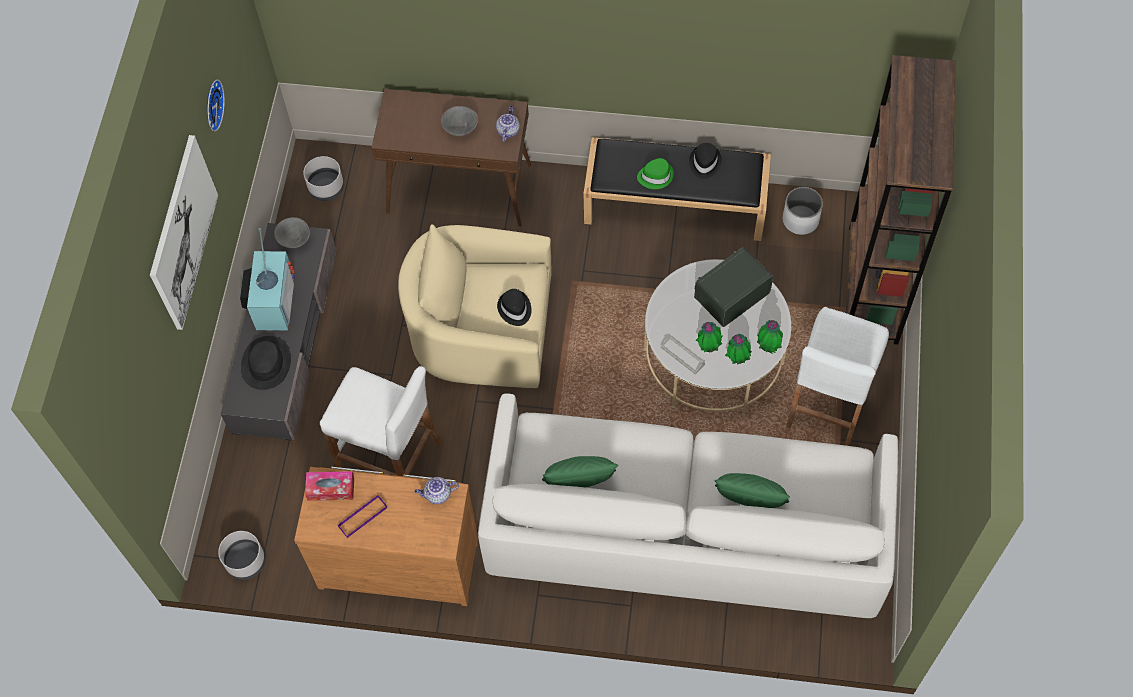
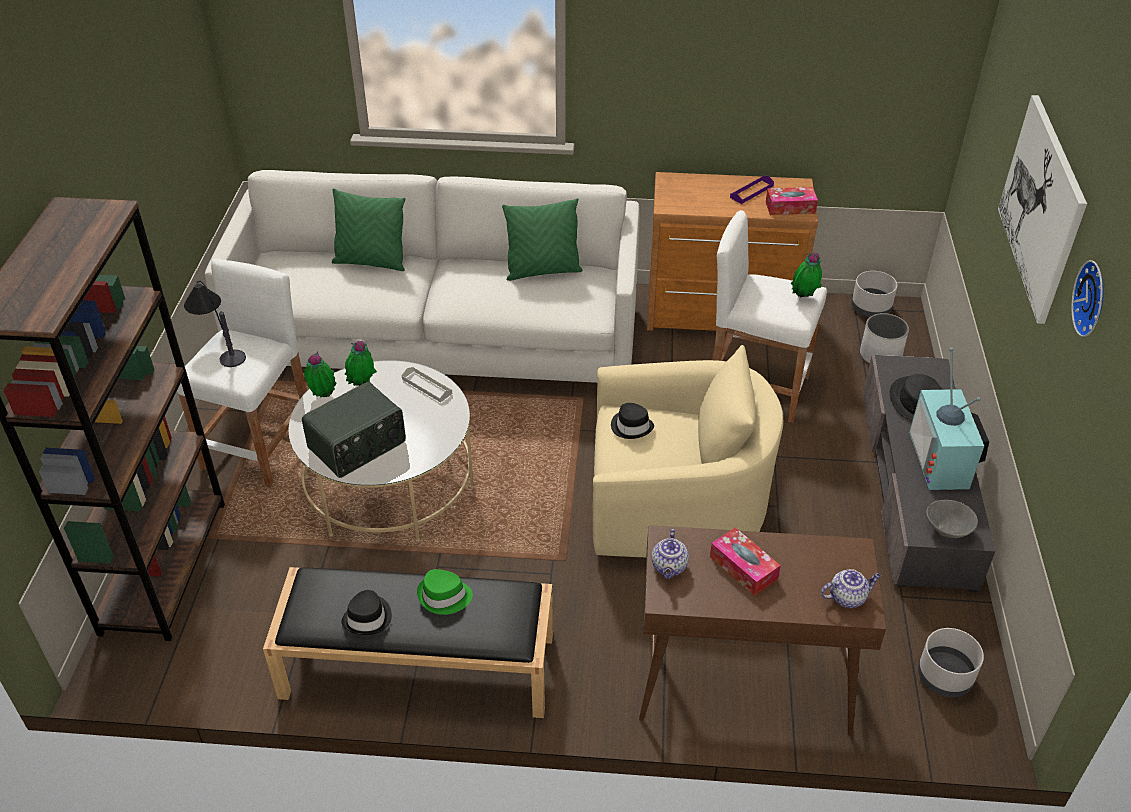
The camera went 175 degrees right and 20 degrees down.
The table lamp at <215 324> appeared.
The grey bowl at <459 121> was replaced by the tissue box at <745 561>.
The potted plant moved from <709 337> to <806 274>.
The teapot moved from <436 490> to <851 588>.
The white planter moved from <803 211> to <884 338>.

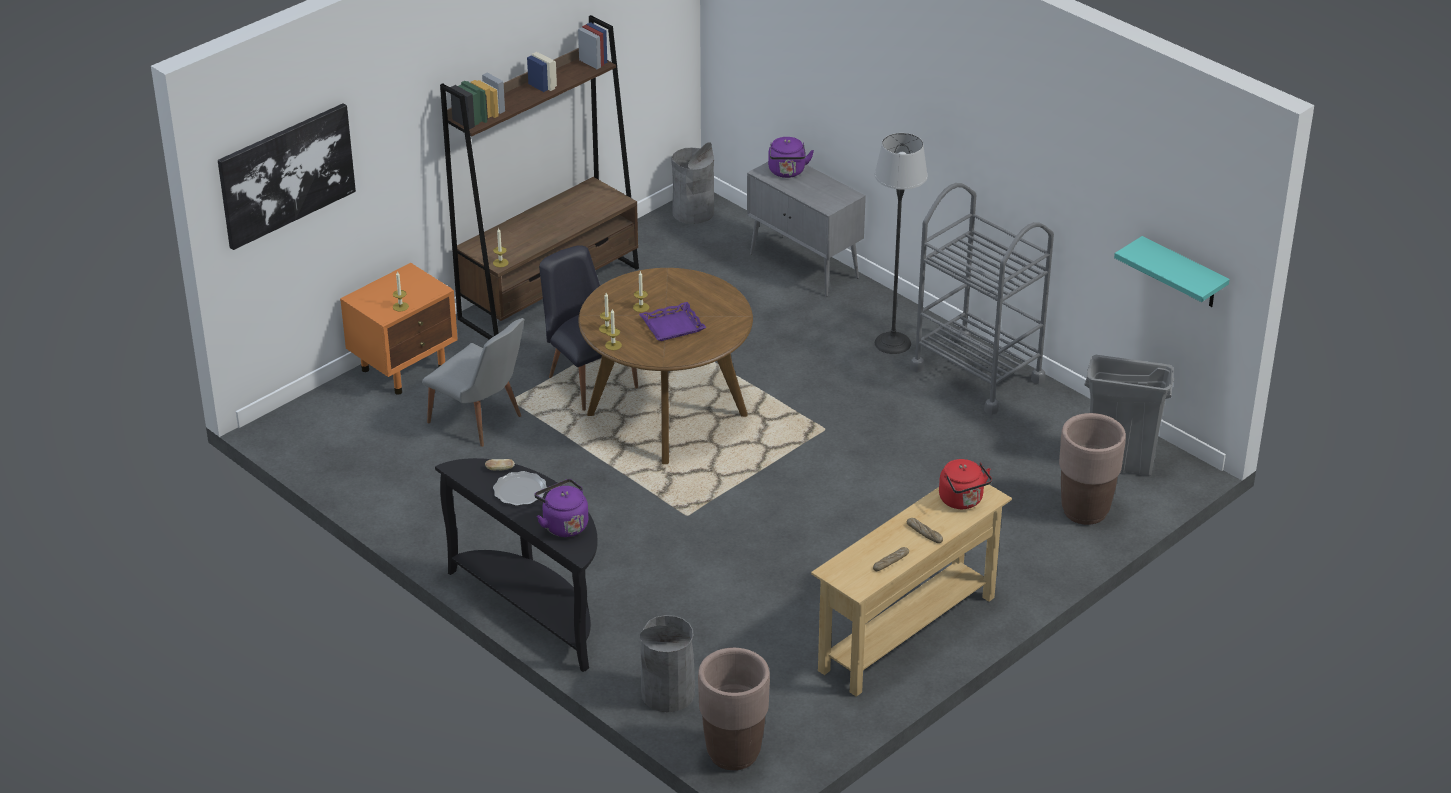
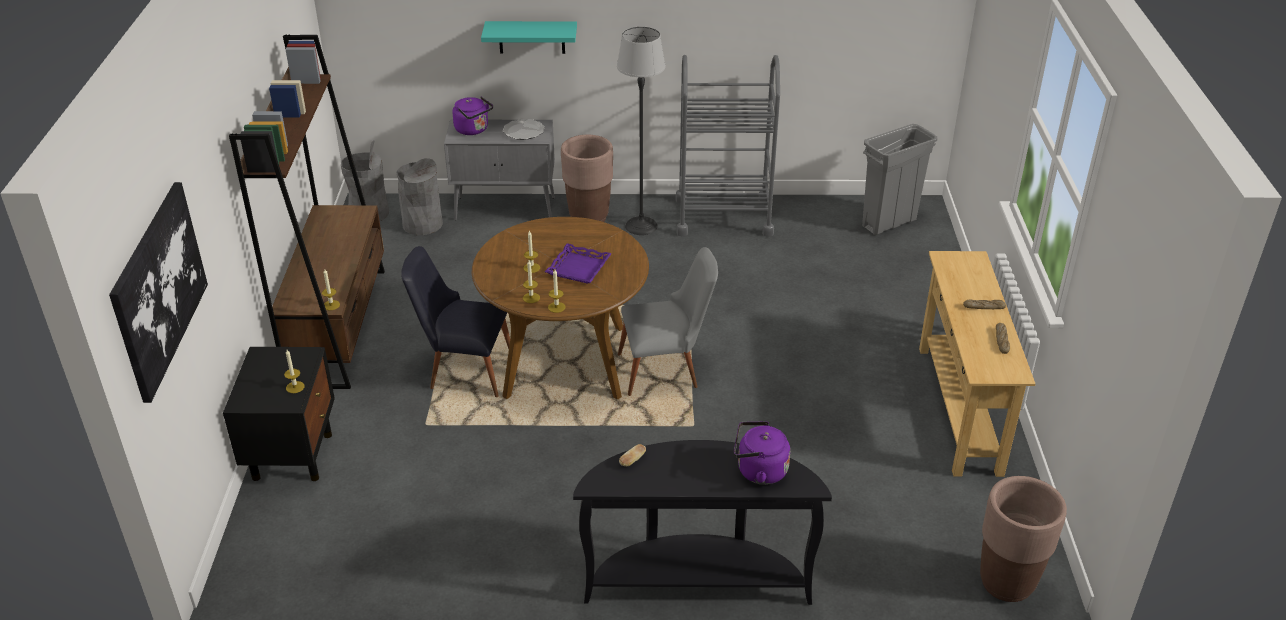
The camera went 45 degrees left and 0 degrees up.
The orange nightstand at <399 329> became the black nightstand at <279 414>.
The grey trash can moved from <667 663> to <419 196>.
The turquoise shelf moved from <1172 271> to <529 37>.
The plate moved from <520 488> to <524 129>.
The brown planter moved from <1092 469> to <587 178>.
The grey chair moved from <473 382> to <668 321>.
The red kettle at <965 484> disappeared.

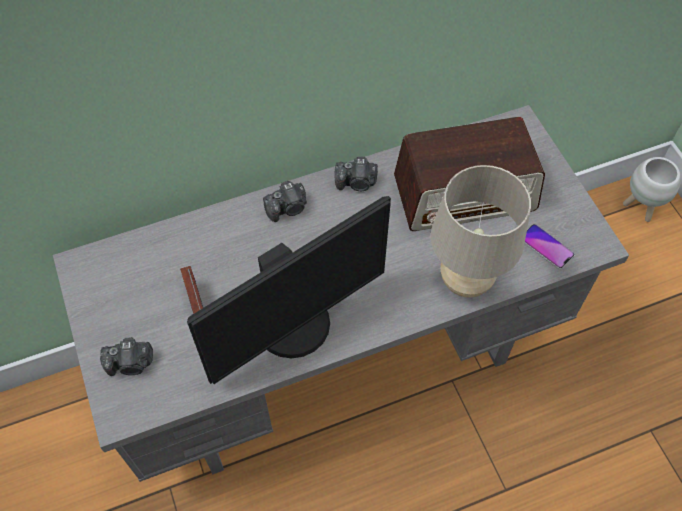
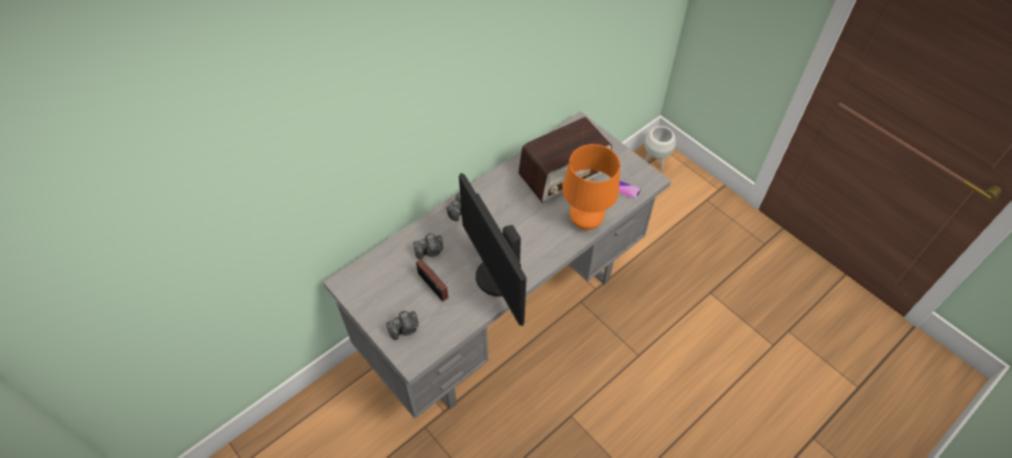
The camera went 20 degrees left and 5 degrees down.
The photo camera moved from <356 173> to <428 246>.
The monitor at <289 290> turned 120 degrees clockwise.
The beige table lamp at <481 231> became the orange table lamp at <591 187>.

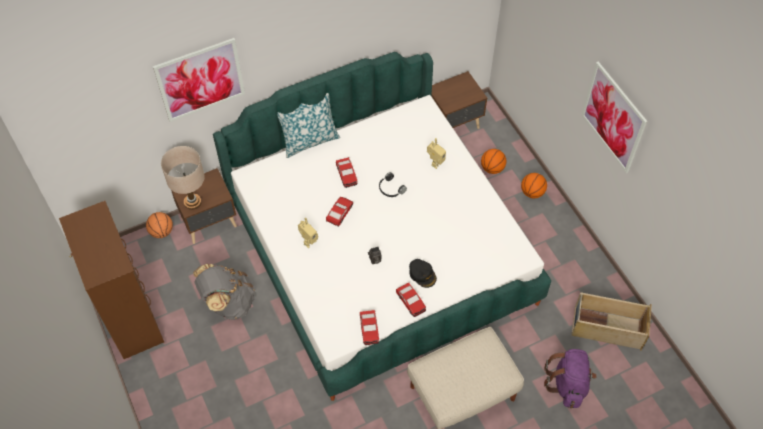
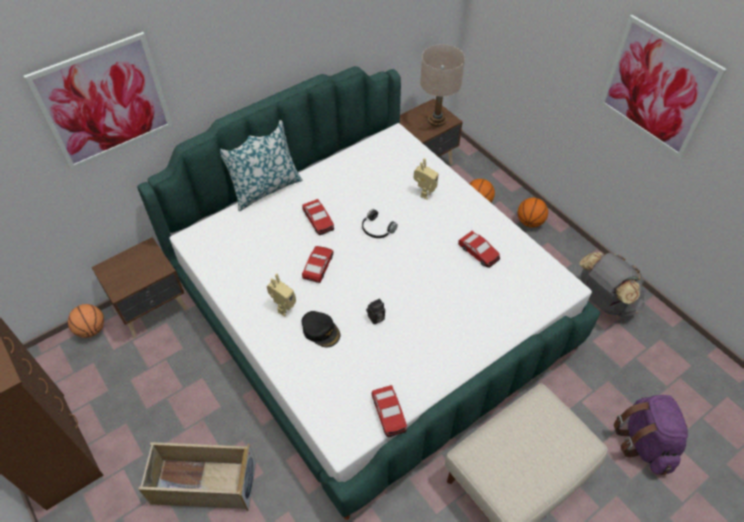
The camera went 10 degrees left and 5 degrees down.
The beige storage box moved from <611 321> to <197 476>.
The black cap moved from <423 273> to <321 329>.
The beige table lamp moved from <183 178> to <442 85>.
The toy car moved from <411 300> to <479 249>.
The grey backpack moved from <224 292> to <612 284>.

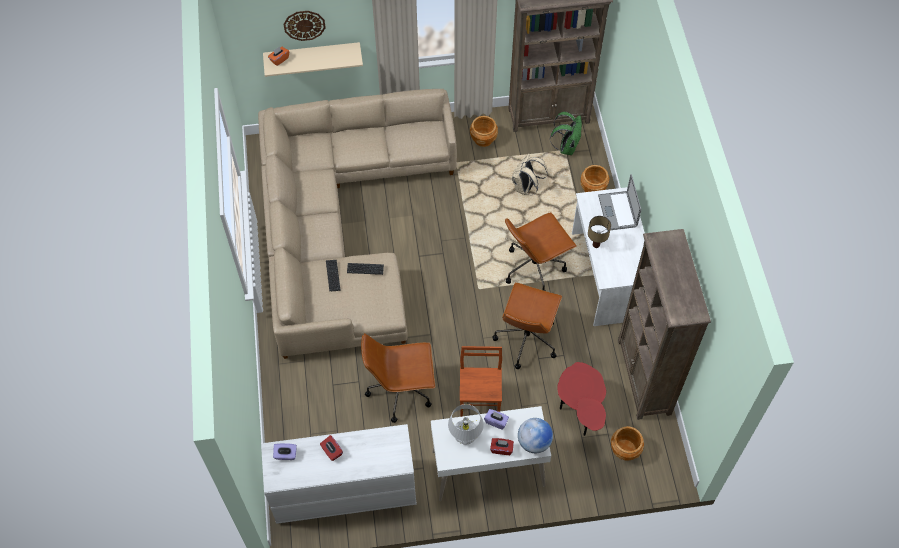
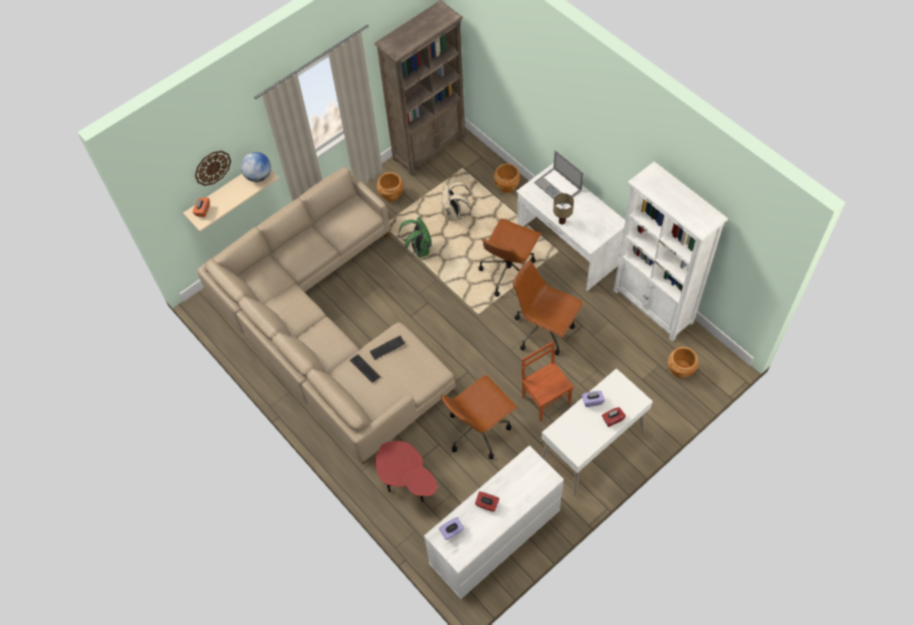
The camera went 30 degrees left and 0 degrees up.
The globe moved from <535 435> to <256 167>.
The red side table moved from <581 399> to <406 471>.
The green backpack moved from <566 133> to <415 237>.
The brown office chair at <527 325> turned 135 degrees clockwise.
The brown bookcase at <664 324> became the white bookcase at <670 251>.
The white table lamp at <466 424> disappeared.

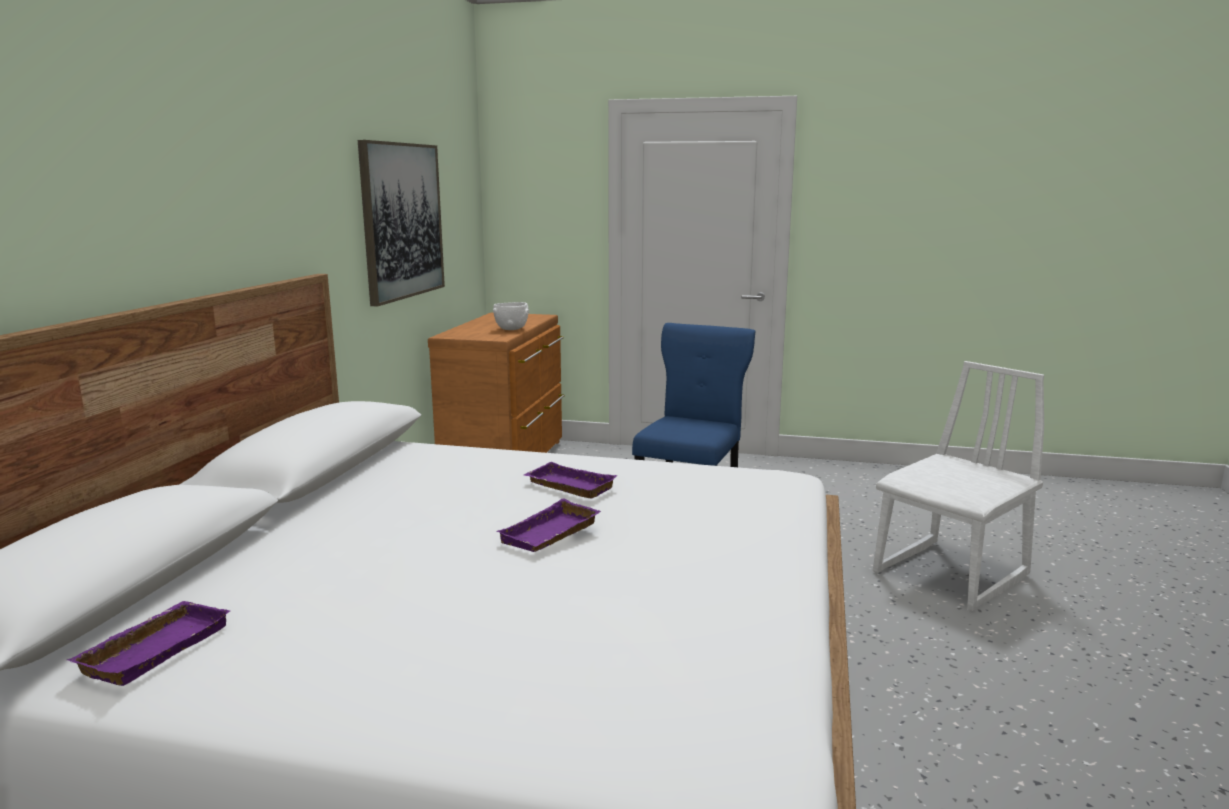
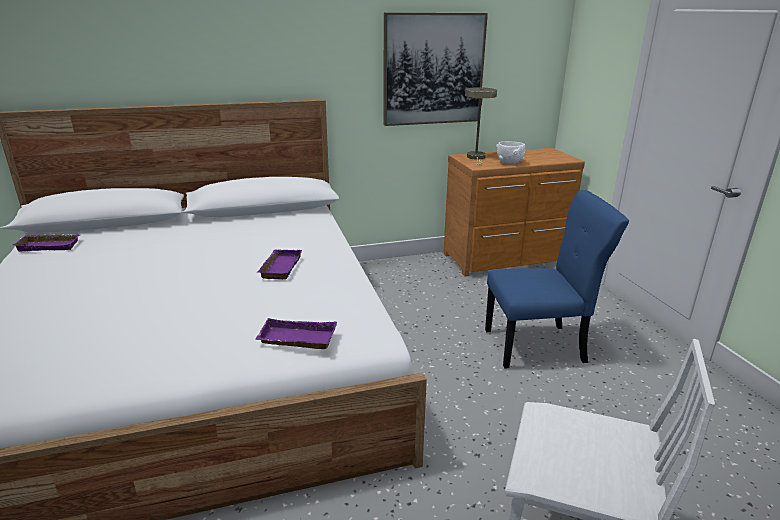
The camera went 60 degrees right and 10 degrees up.
The purple tray moved from <548 525> to <296 333>.
The beige table lamp at <481 126> appeared.

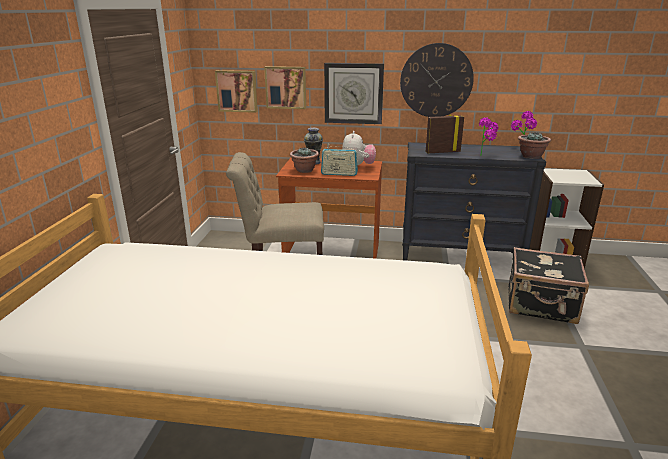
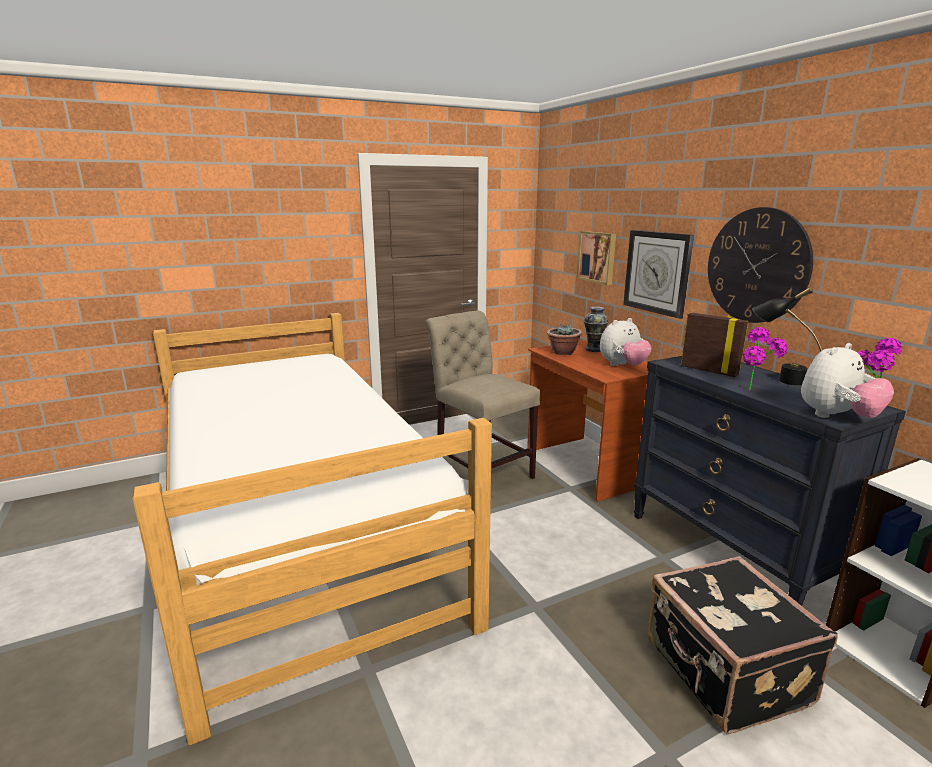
The camera went 55 degrees right and 5 degrees down.
The black table lamp at <787 336> appeared.
The potted plant at <534 145> was replaced by the plush toy at <847 381>.
The picture at <236 91> disappeared.
The radio at <339 160> disappeared.

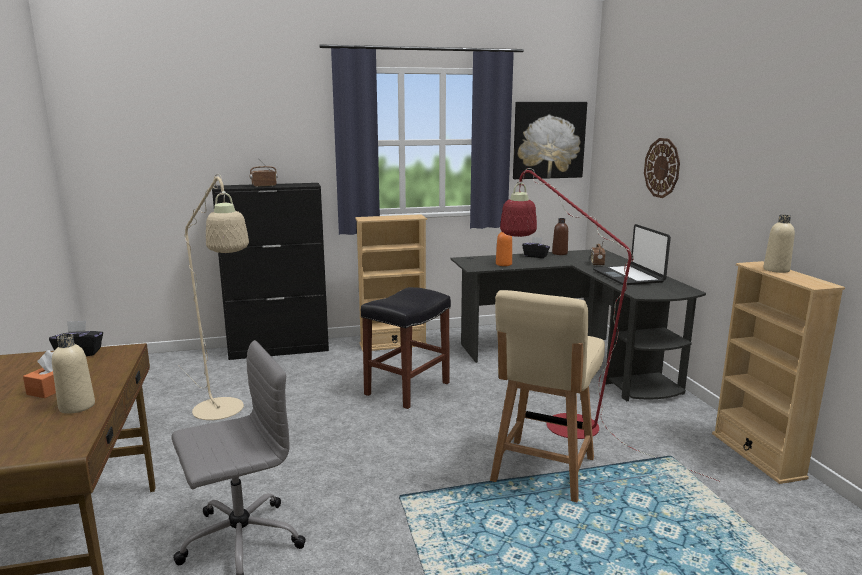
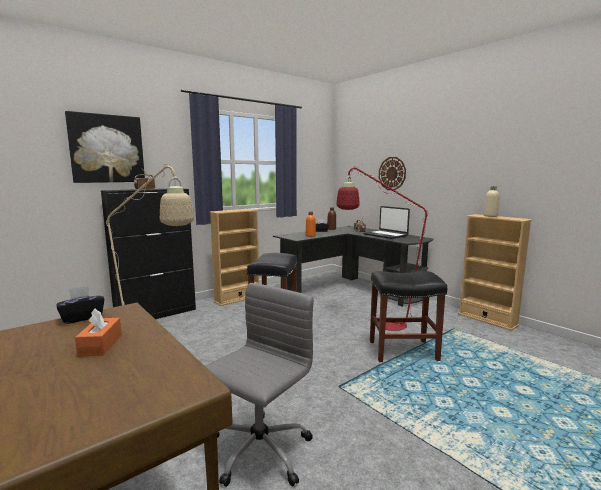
The camera went 25 degrees left and 5 degrees down.
The picture moved from <550 140> to <105 147>.
The beige chair at <547 396> was replaced by the black stool at <408 316>.
The beige bottle at <73 374> disappeared.

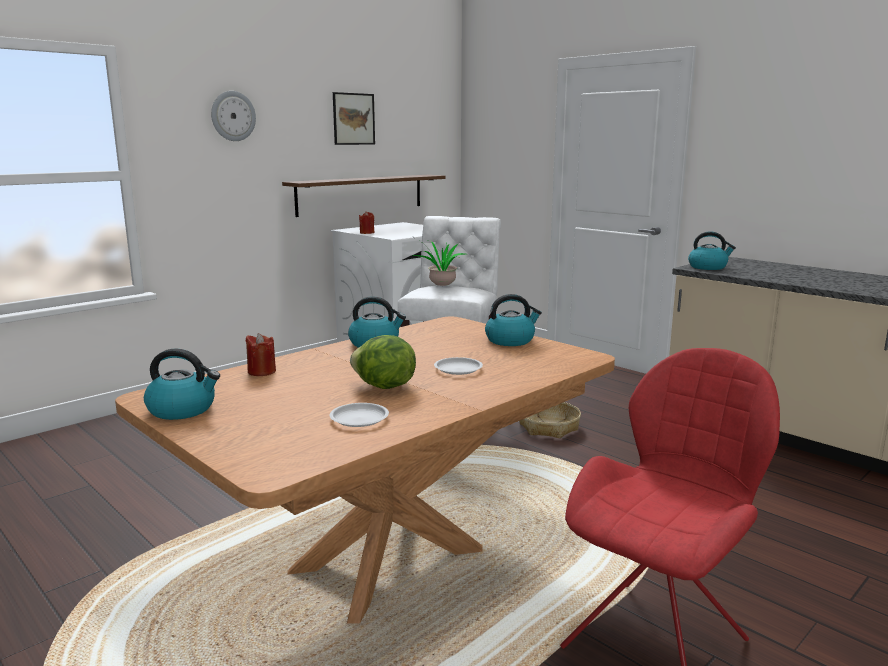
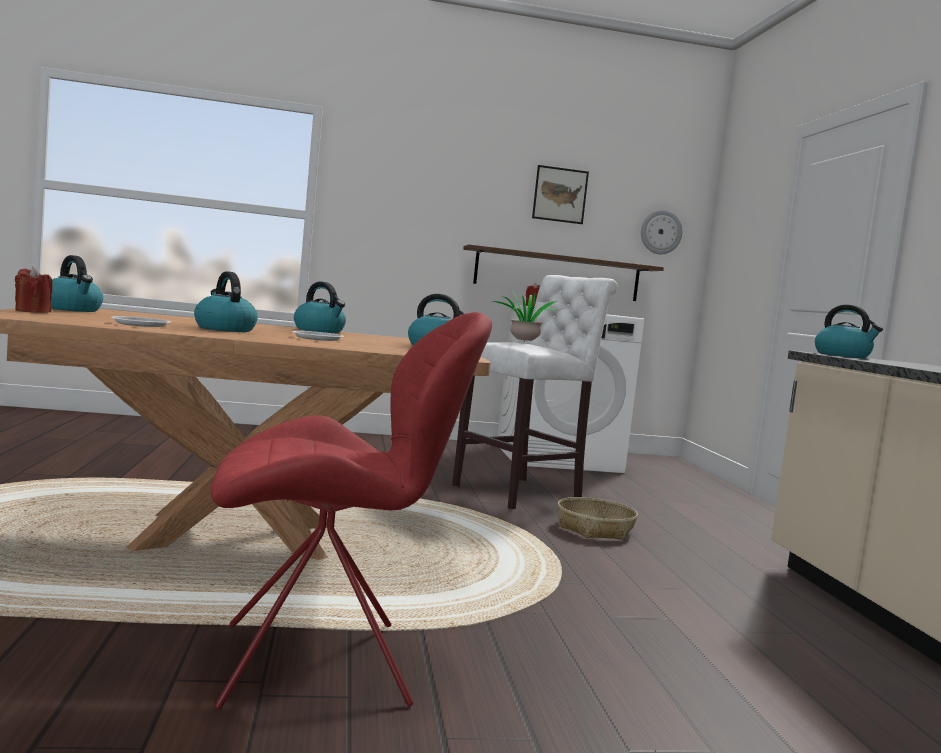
The camera went 35 degrees right and 10 degrees down.
The red candle moved from <261 354> to <33 289>.
The lettuce at <383 362> was replaced by the kettle at <226 301>.
The wall clock moved from <233 116> to <661 232>.

